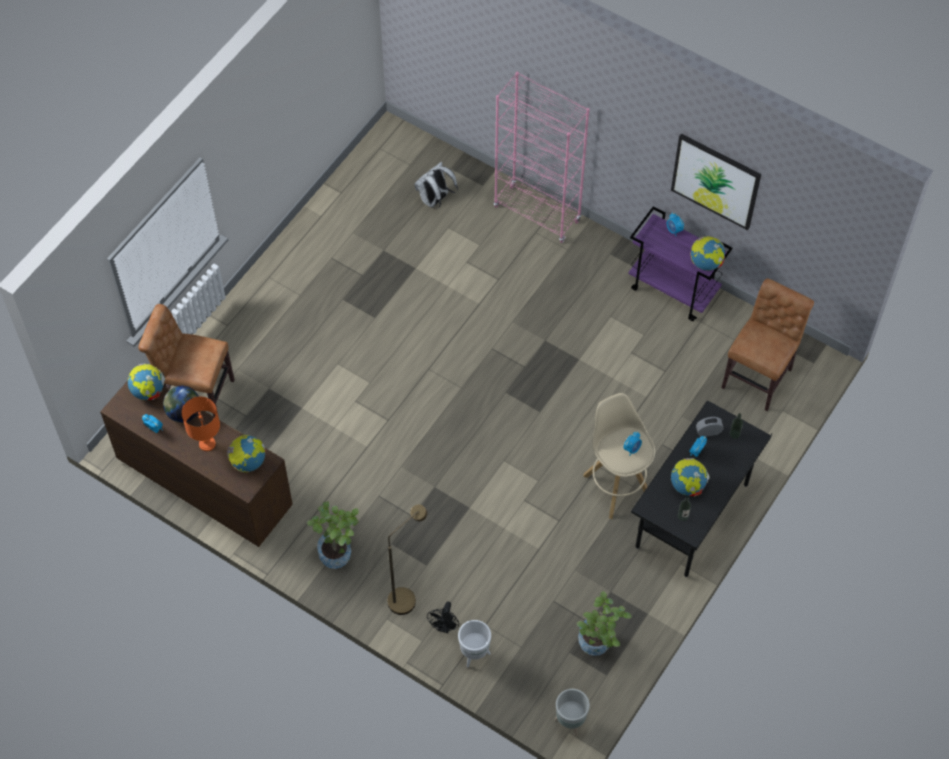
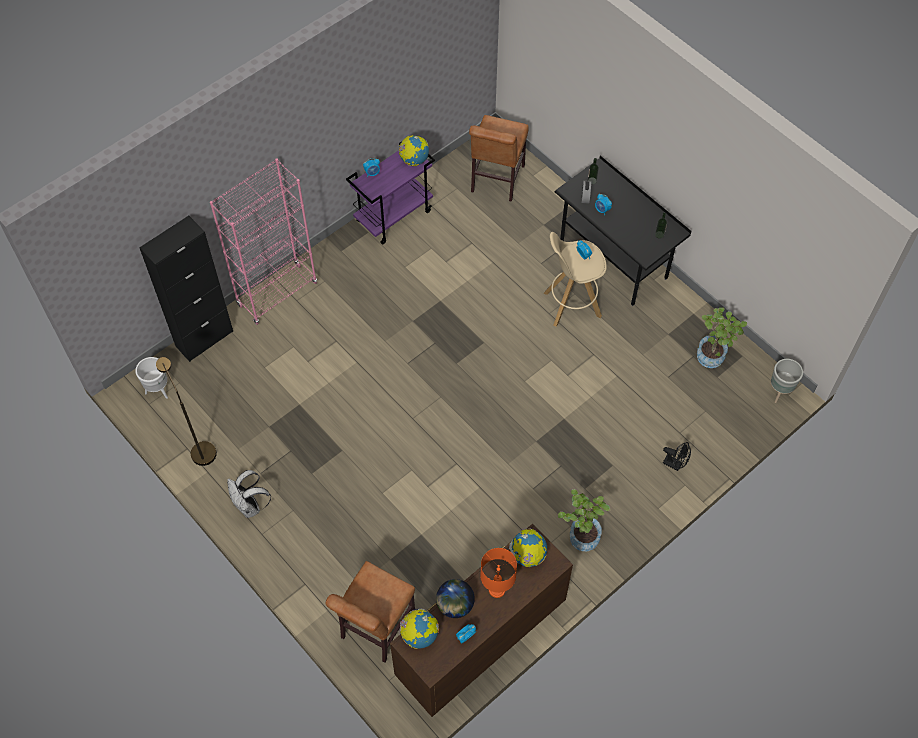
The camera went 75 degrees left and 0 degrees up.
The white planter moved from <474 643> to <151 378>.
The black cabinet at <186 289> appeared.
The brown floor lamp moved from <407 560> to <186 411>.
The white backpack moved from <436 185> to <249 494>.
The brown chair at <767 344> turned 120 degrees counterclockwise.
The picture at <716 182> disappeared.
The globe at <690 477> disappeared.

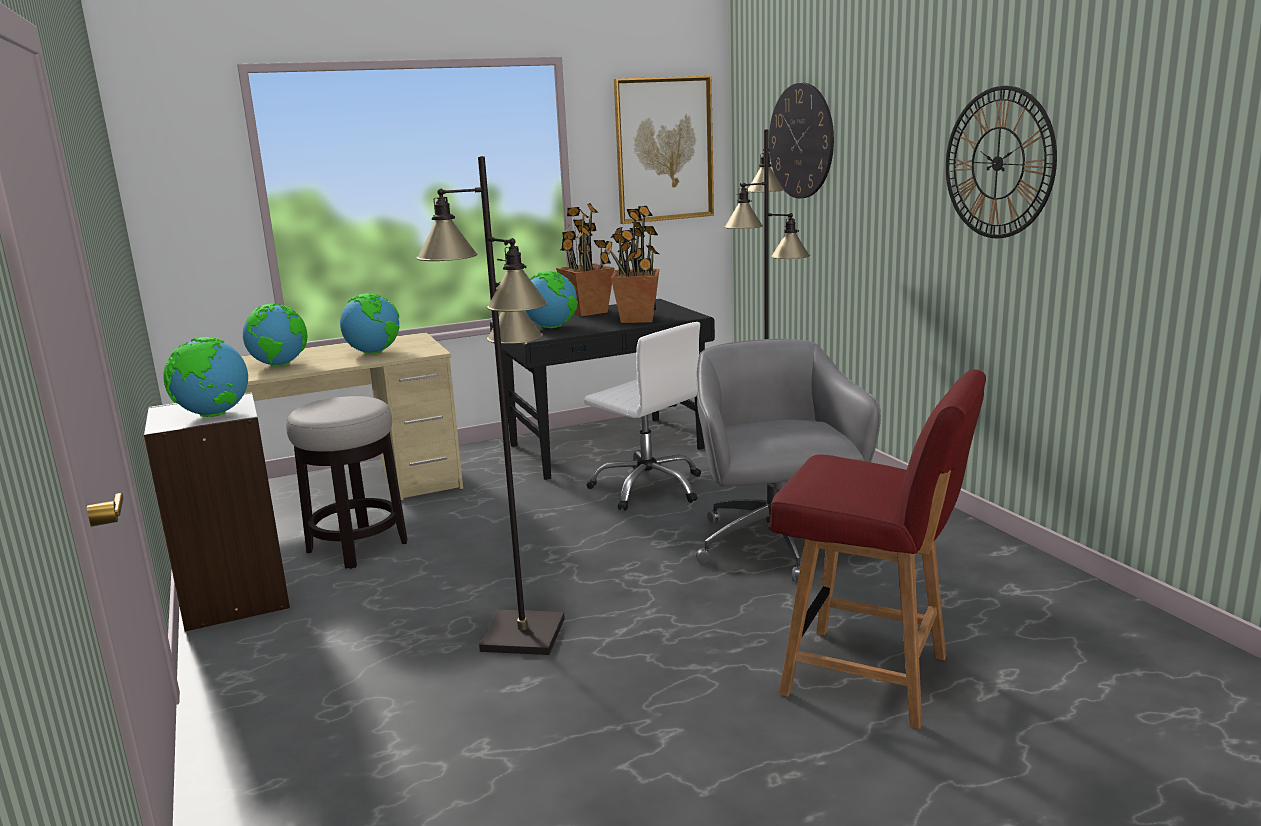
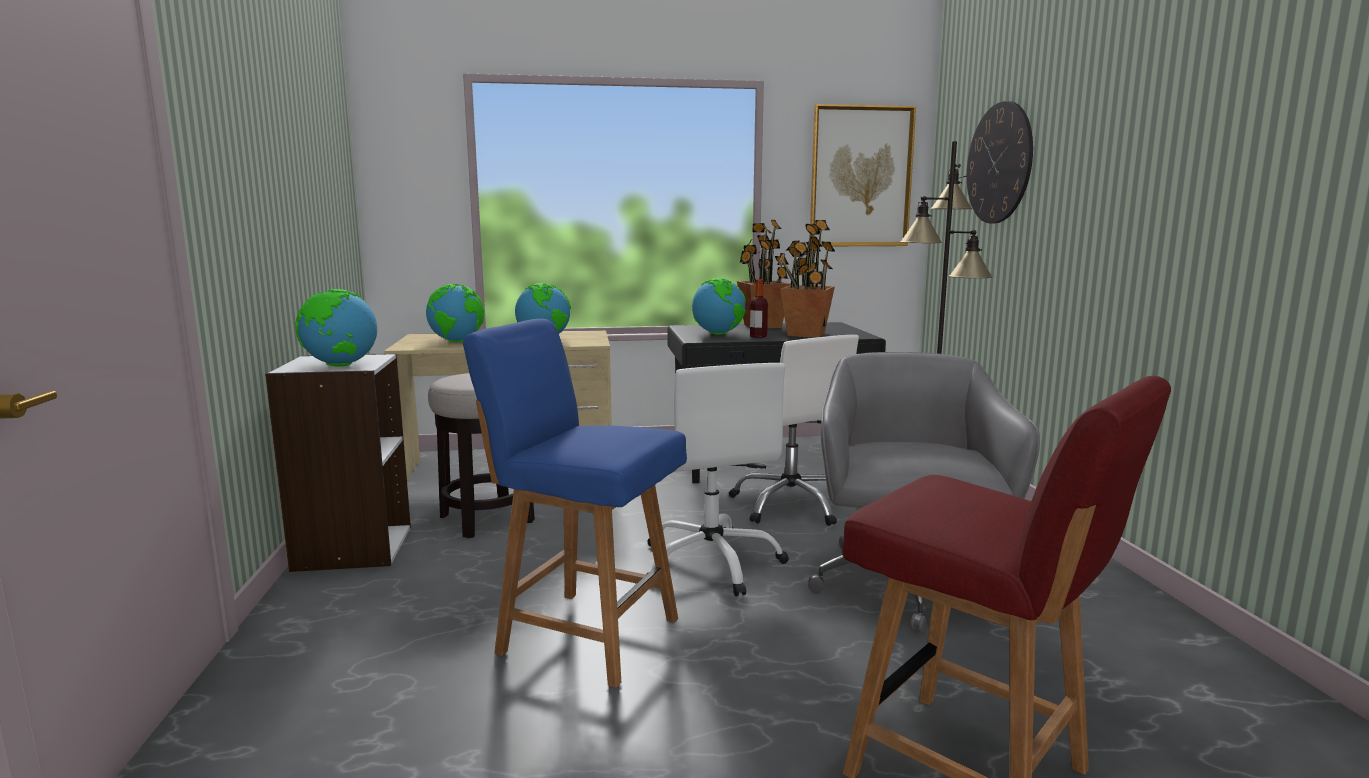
The camera went 15 degrees right and 5 degrees down.
The black floor lamp at <490 405> was replaced by the blue chair at <575 503>.
The white office chair at <717 479> appeared.
The bottle at <759 308> appeared.
The wall clock at <1001 162> disappeared.

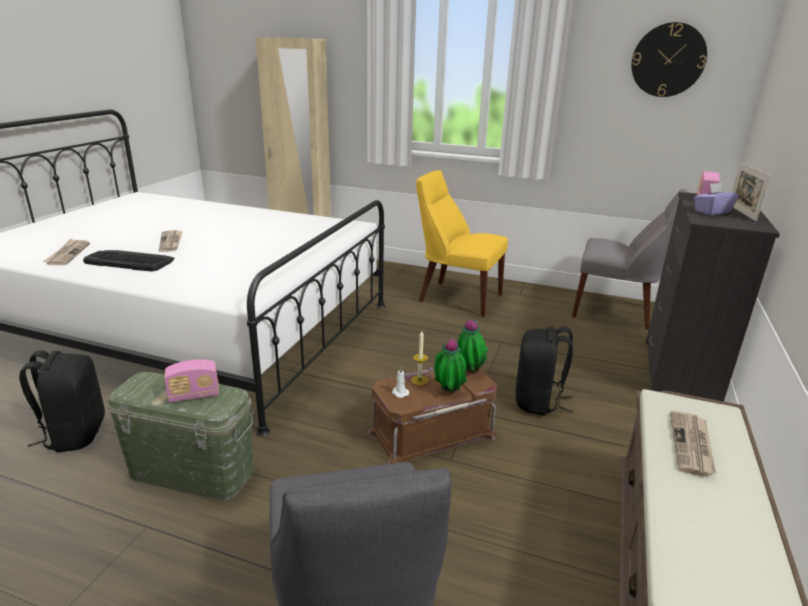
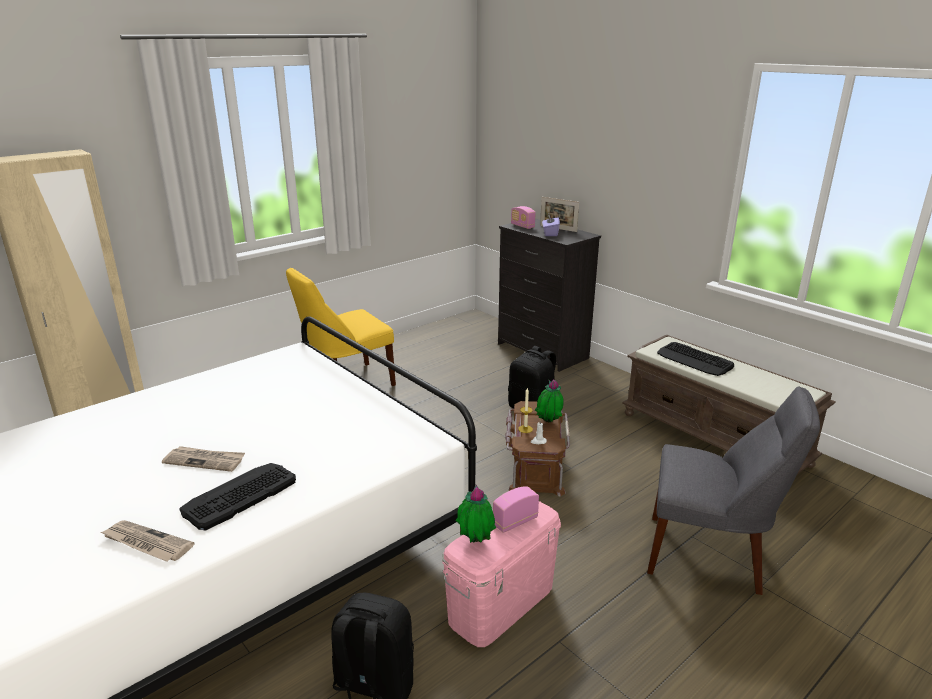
The camera went 60 degrees left and 0 degrees up.
The green storage box at <181 436> became the pink storage box at <501 574>.
The potted plant moved from <473 346> to <476 514>.
The radio at <191 381> turned 135 degrees counterclockwise.
The newspaper at <693 444> was replaced by the keyboard at <695 359>.
The grey chair at <631 259> disappeared.
The wall clock at <669 59> disappeared.

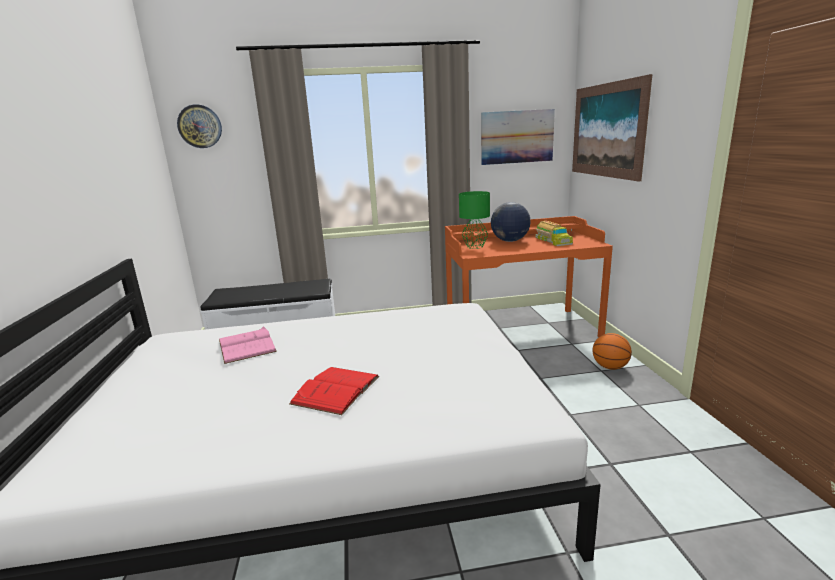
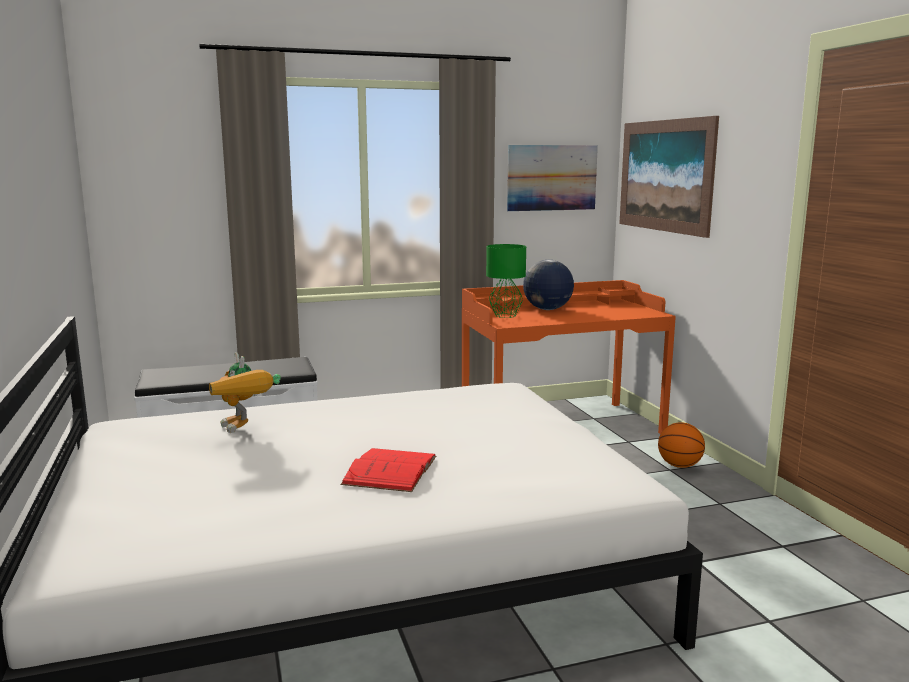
The camera went 10 degrees left and 5 degrees down.
The pink book at <248 345> was replaced by the toy robot at <245 393>.
The wall clock at <199 126> disappeared.
The toy truck at <554 233> disappeared.

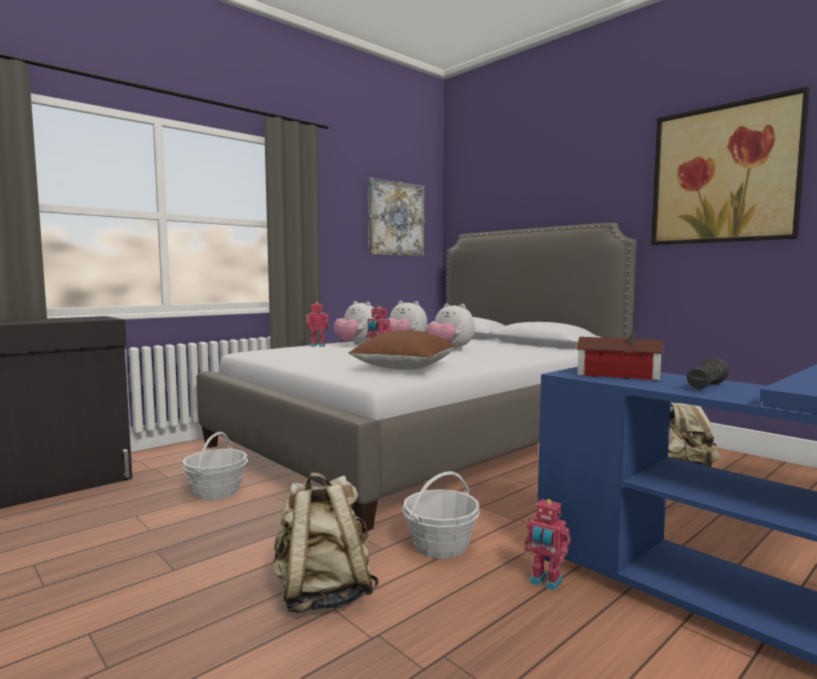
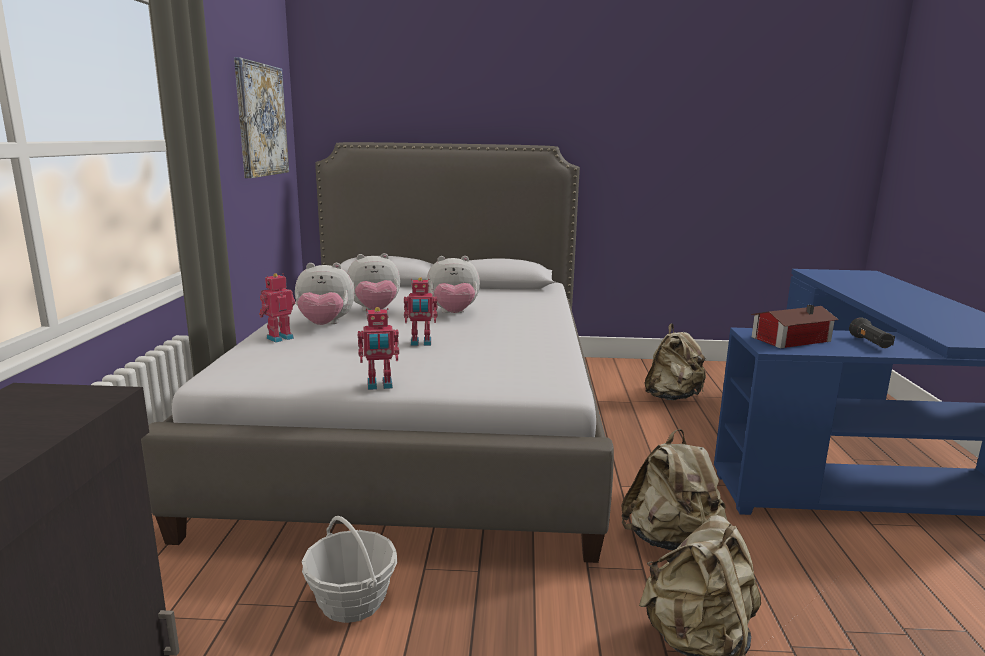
The camera went 45 degrees left and 10 degrees up.
The toy robot moved from <547 544> to <378 348>.
The basket at <441 515> was replaced by the beige backpack at <674 490>.
The brown pillow at <402 350> disappeared.
The picture at <730 165> disappeared.

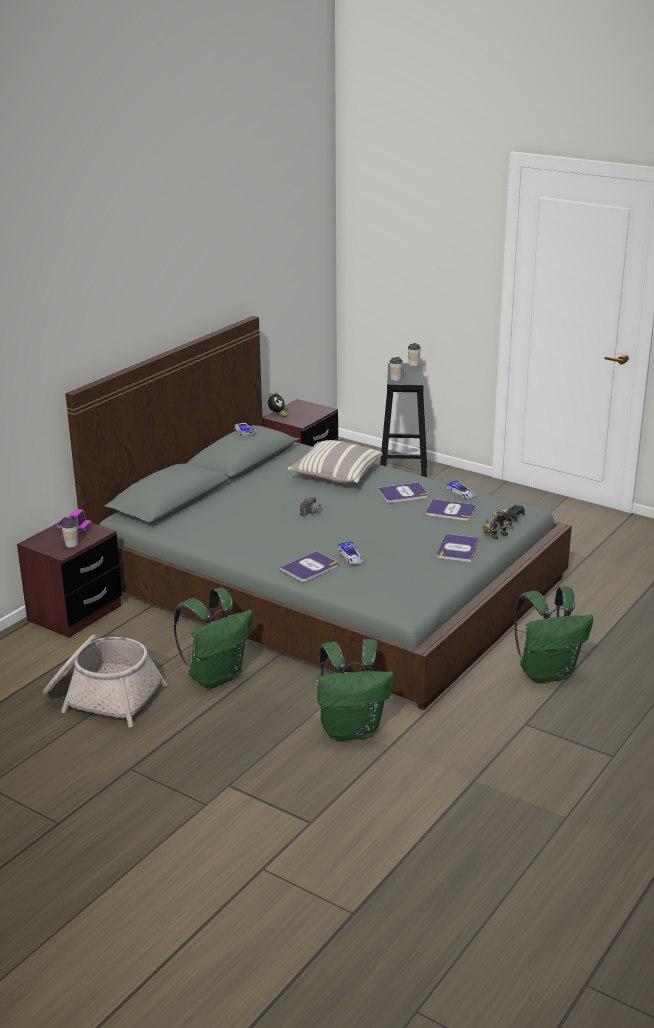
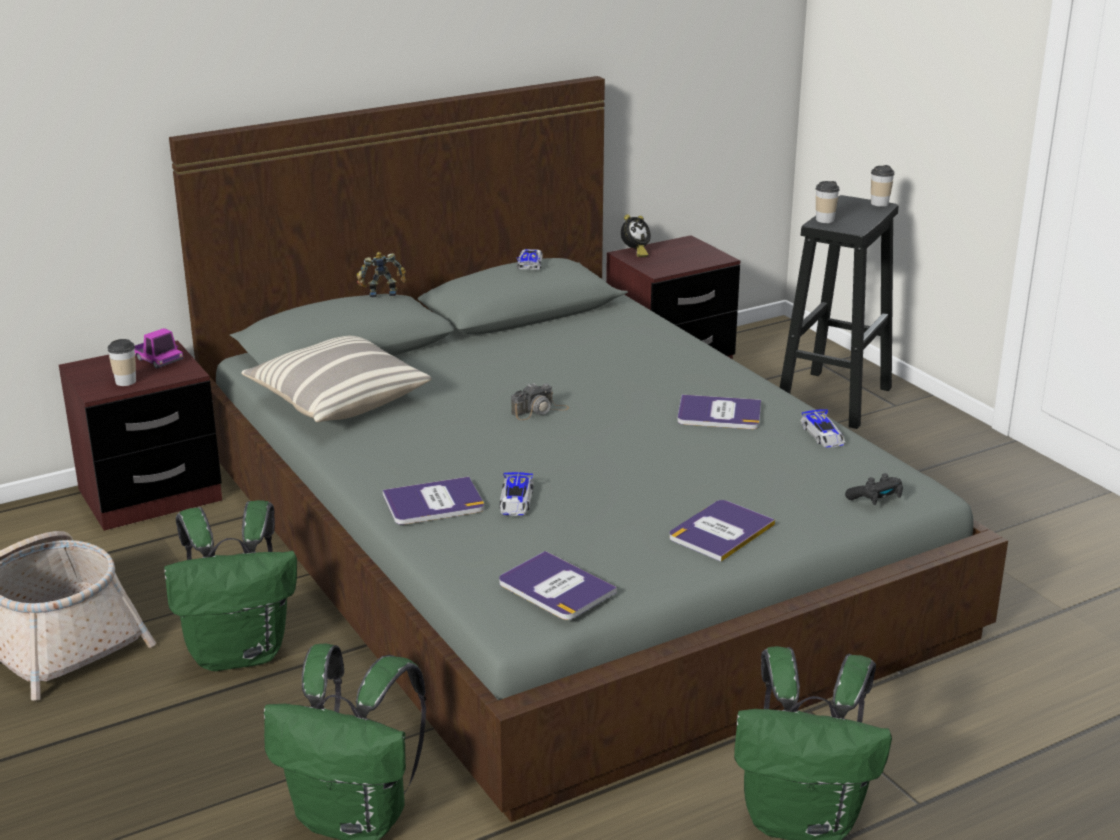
The camera went 25 degrees right and 0 degrees up.
The pillow moved from <335 461> to <336 379>.
The toy robot moved from <497 524> to <381 274>.
The book moved from <450 510> to <558 585>.

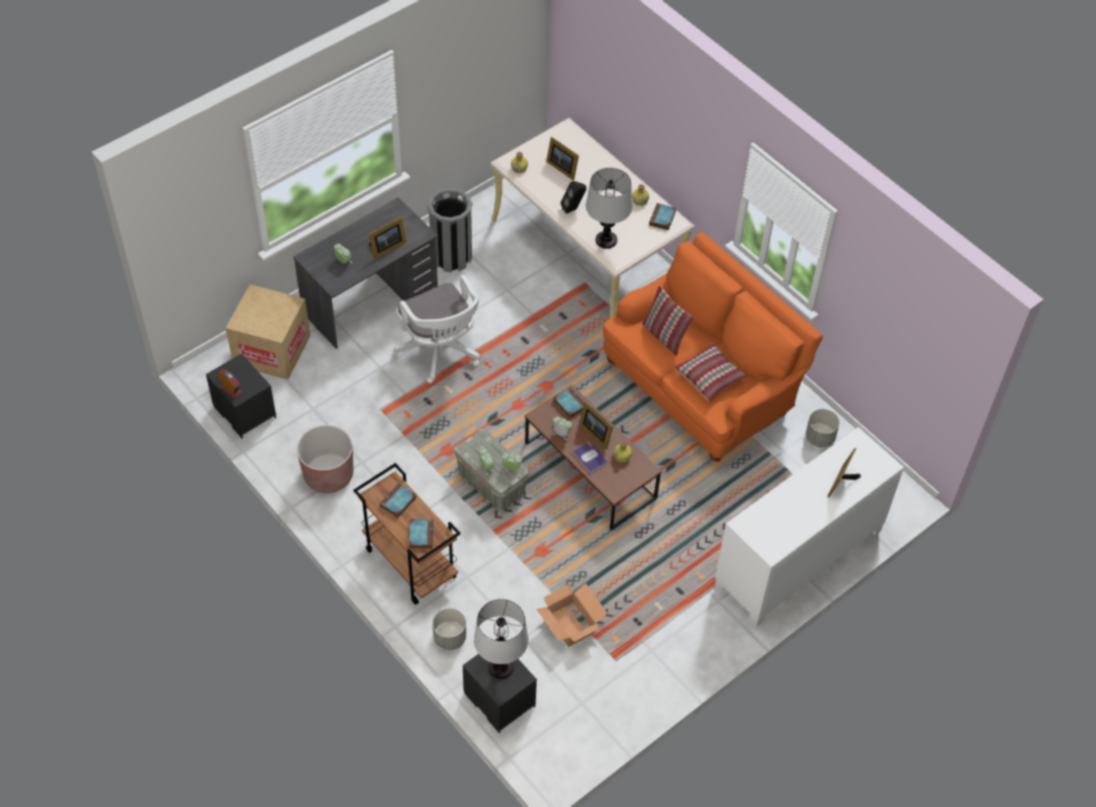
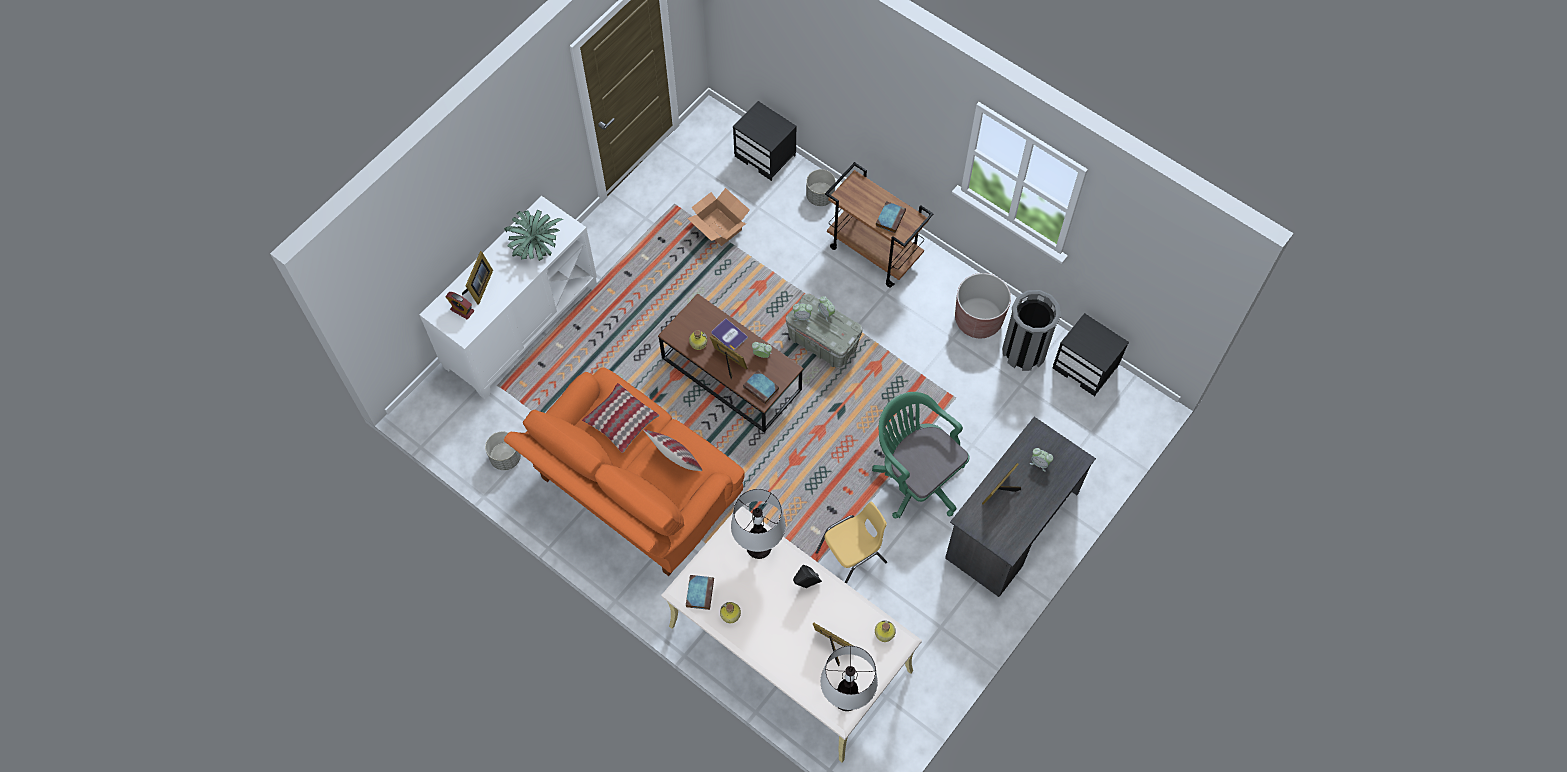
The camera went 170 degrees right and 10 degrees up.
The alarm clock moved from <230 384> to <459 305>.
The potted plant at <533 235> appeared.
The yellow chair at <851 543> appeared.
The table lamp moved from <501 639> to <849 678>.
The white office chair at <436 329> became the green office chair at <921 455>.
The grey trash can moved from <449 230> to <1031 330>.
The cardboard box at <268 332> disappeared.
The book at <421 534> disappeared.

